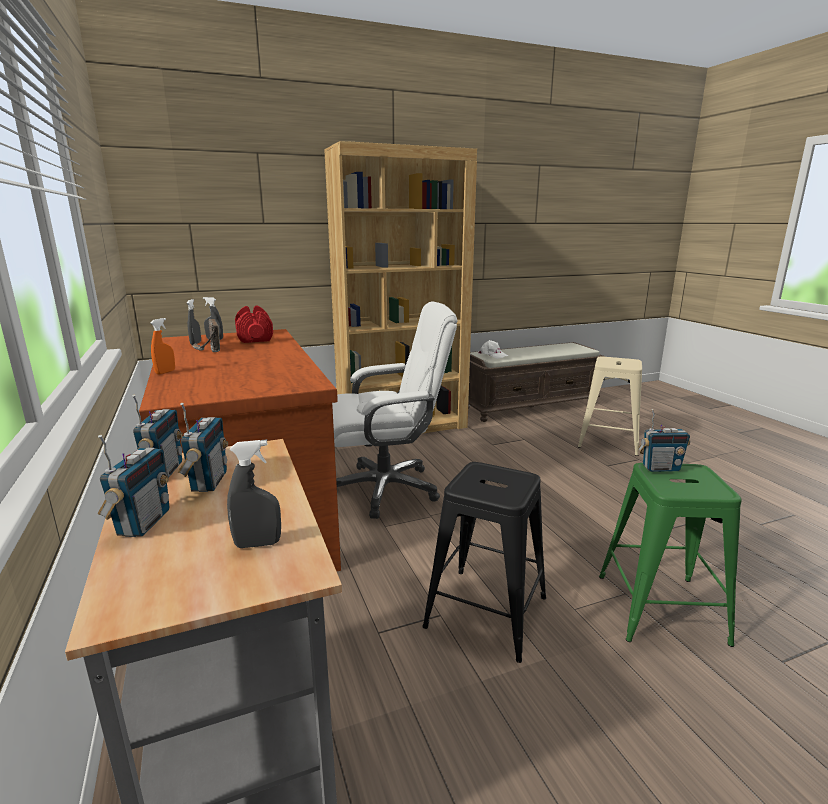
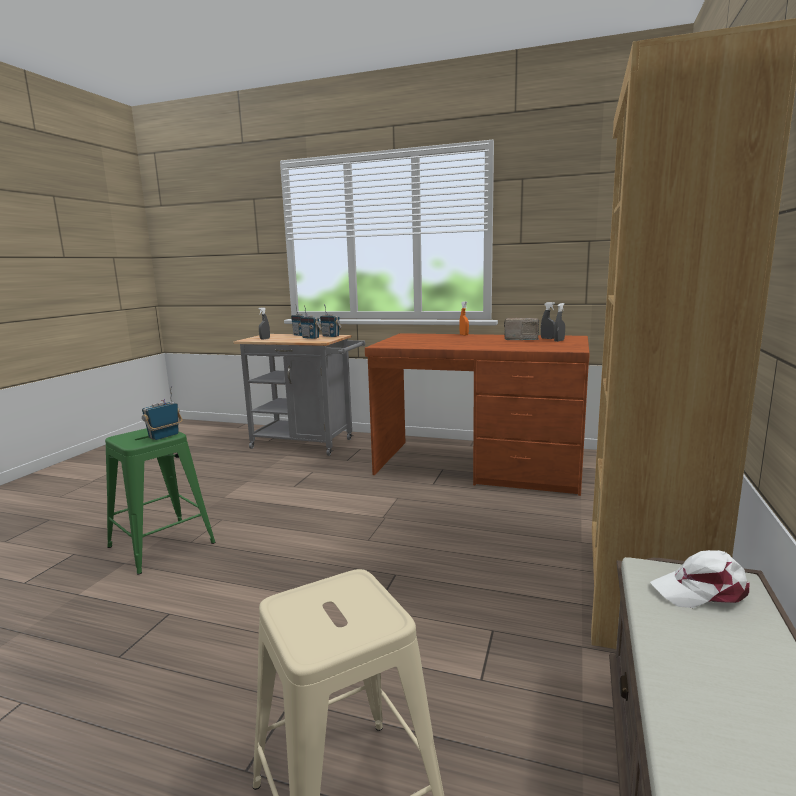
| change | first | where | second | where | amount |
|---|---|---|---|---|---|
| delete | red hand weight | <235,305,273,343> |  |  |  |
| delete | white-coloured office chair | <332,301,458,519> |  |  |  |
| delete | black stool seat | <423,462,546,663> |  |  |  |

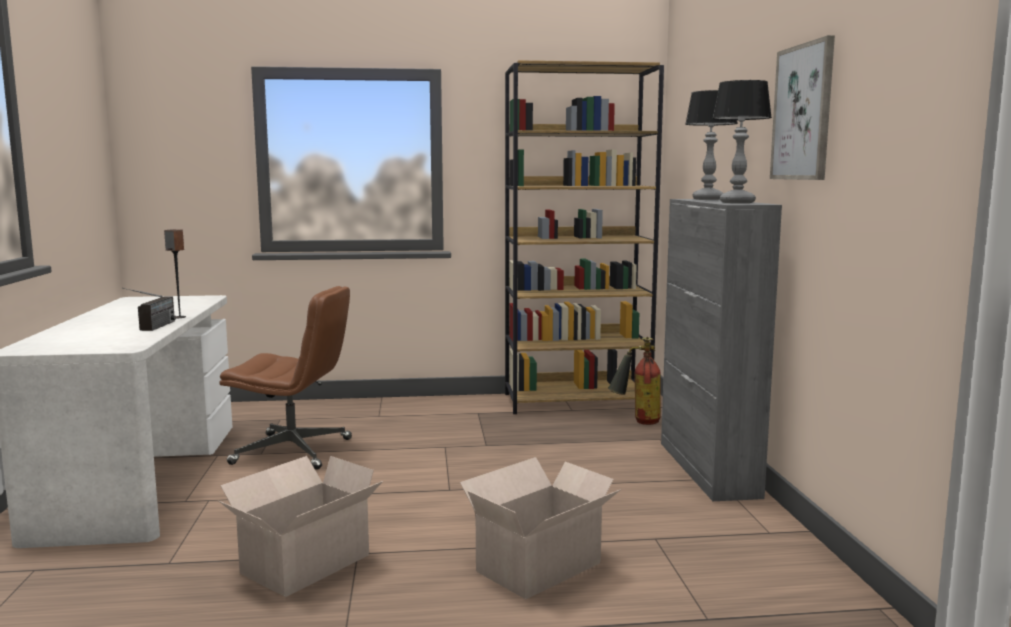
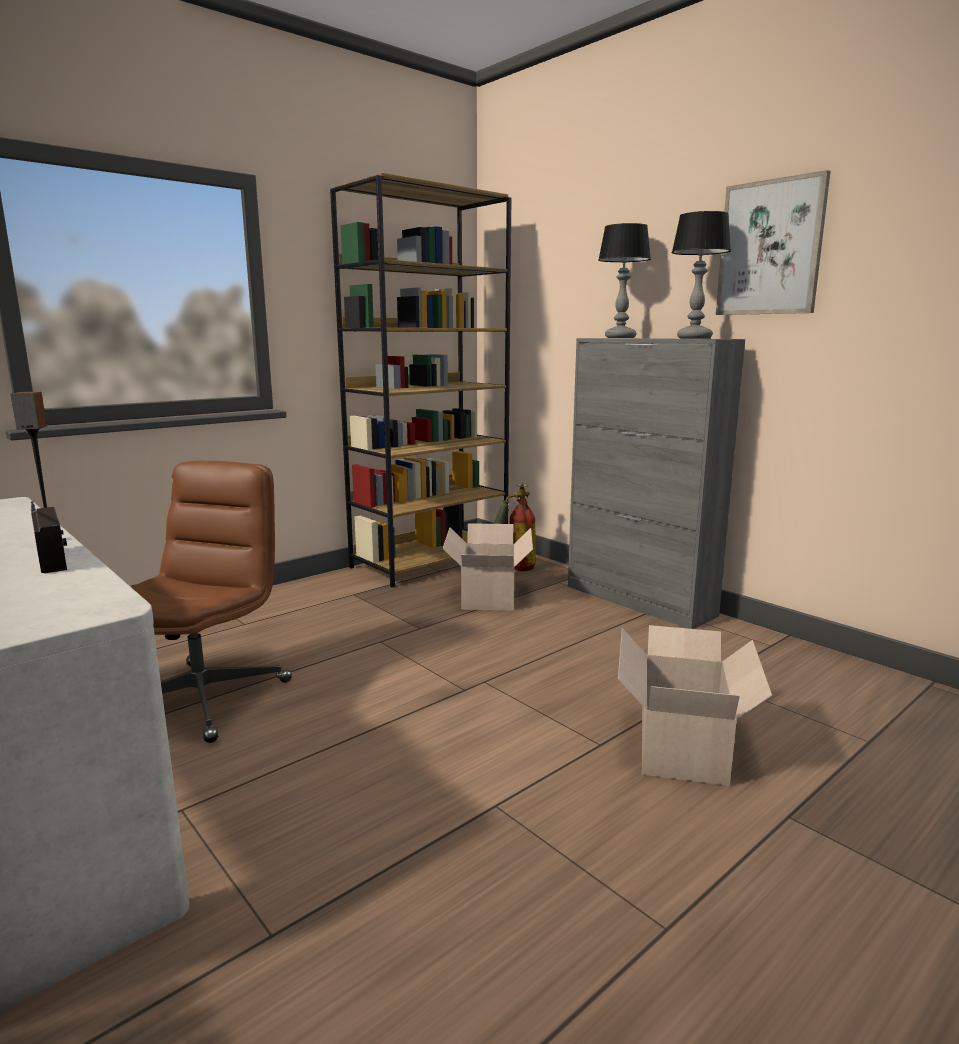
| change | first | where | second | where | amount |
|---|---|---|---|---|---|
| rotate | brown-coloured office chair | <219,286,352,470> |  | <129,461,292,743> | 45 degrees counterclockwise |
| move | cardboard box | <218,456,383,597> |  | <443,523,533,611> |  |

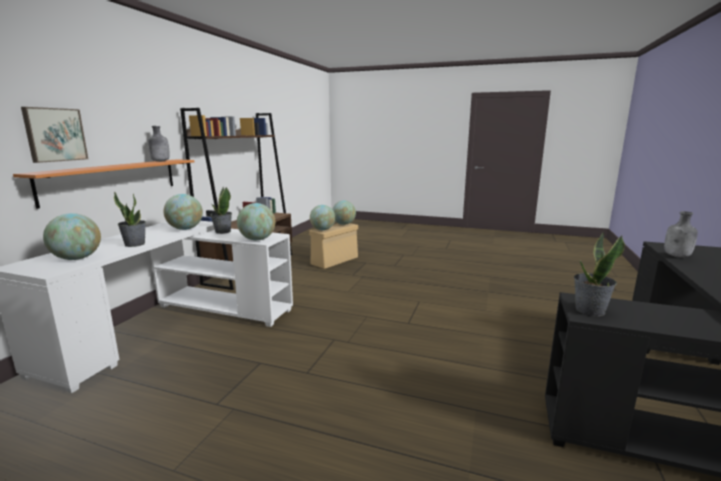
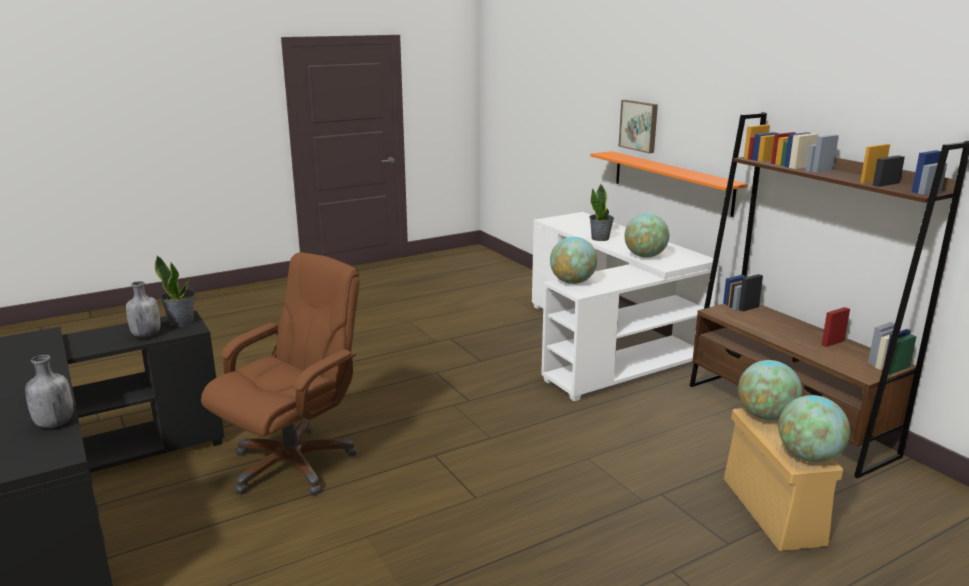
| change | first | where | second | where | amount |
|---|---|---|---|---|---|
| move | greyish drink bottle | <148,126,170,162> |  | <126,281,161,337> |  |
| insert |  |  | brown-coloured office chair | <201,252,360,495> |  |
| delete | desk globe | <43,213,101,260> |  |  |  |
| delete | potted plant | <210,187,232,234> |  |  |  |

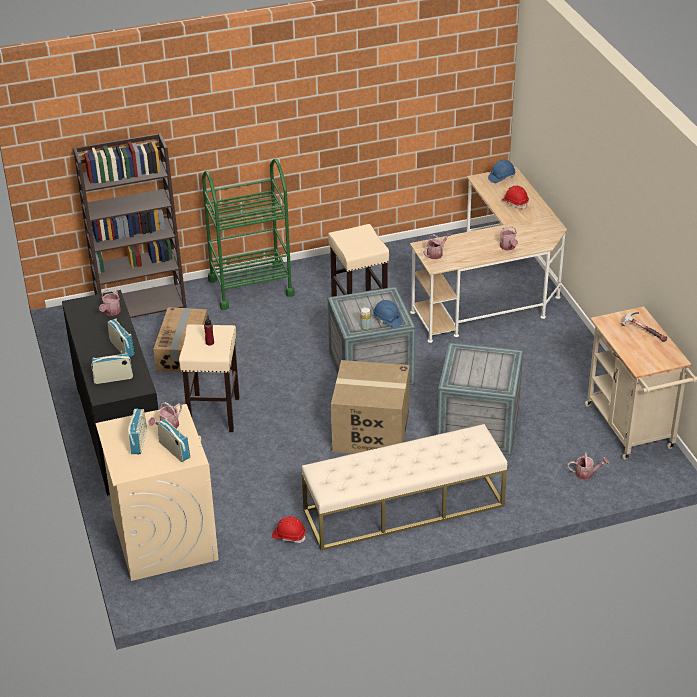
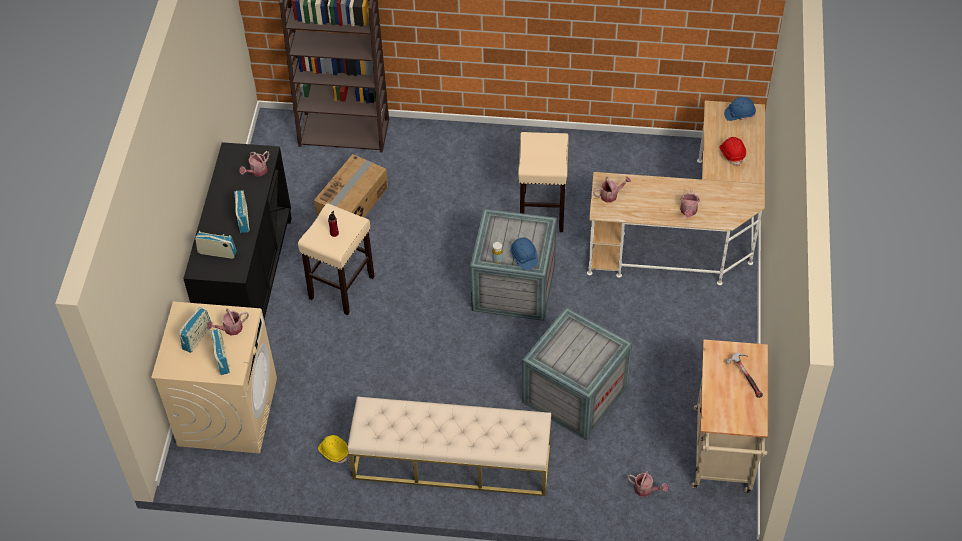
| change | first | where | second | where | amount |
|---|---|---|---|---|---|
| recolor | red work helmet | <272,516,306,543> | yellowish work helmet | <318,435,348,464> |  |
| delete | greenish cart | <202,159,295,310> |  |  |  |
| delete | cardboard box | <331,360,410,454> |  |  |  |

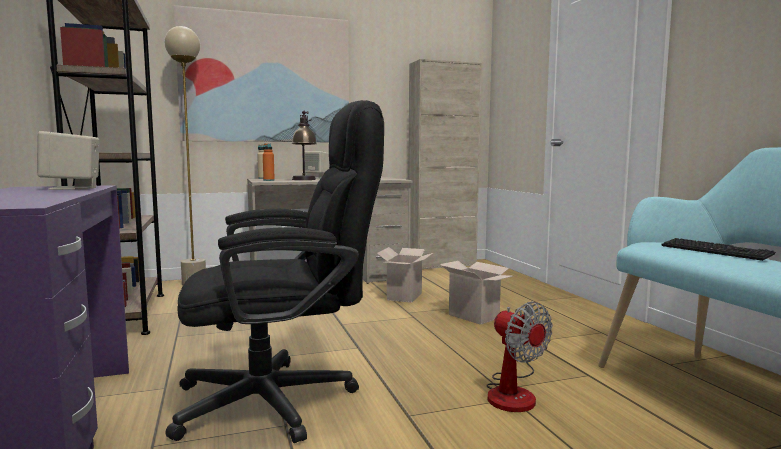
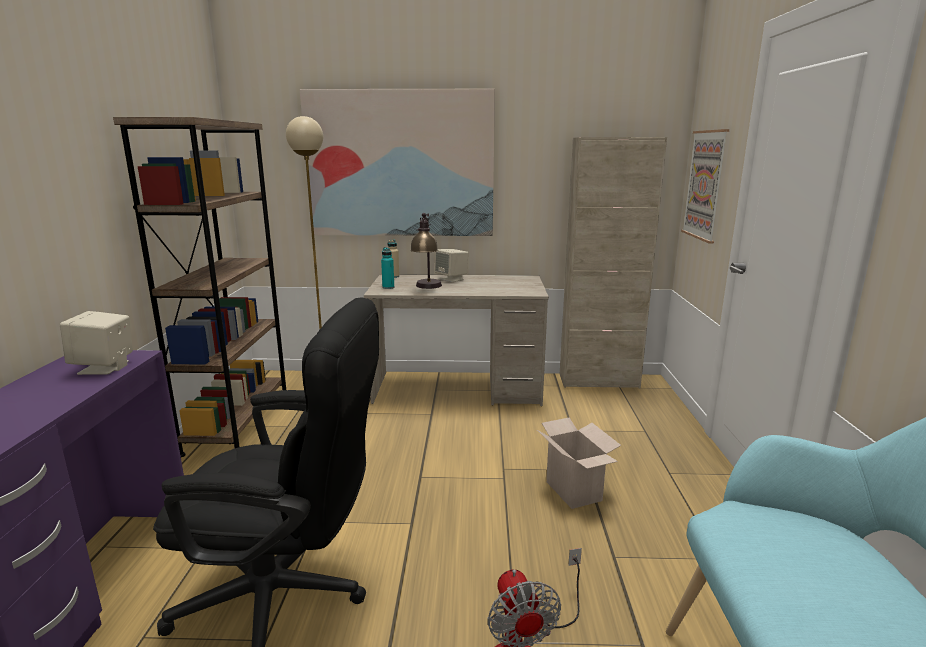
| change | first | where | second | where | amount |
|---|---|---|---|---|---|
| recolor | orange-coloured drink bottle | <263,143,275,181> | turquoise-coloured drink bottle | <381,247,394,289> |  |
| insert |  |  | wall picture | <681,129,729,244> |  |
| delete | cardboard box | <377,247,433,303> |  |  |  |
| delete | PC keyboard | <661,238,776,261> |  |  |  |

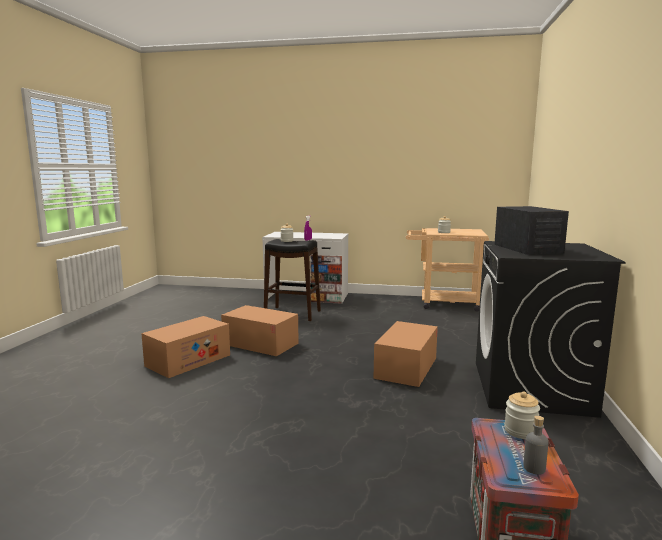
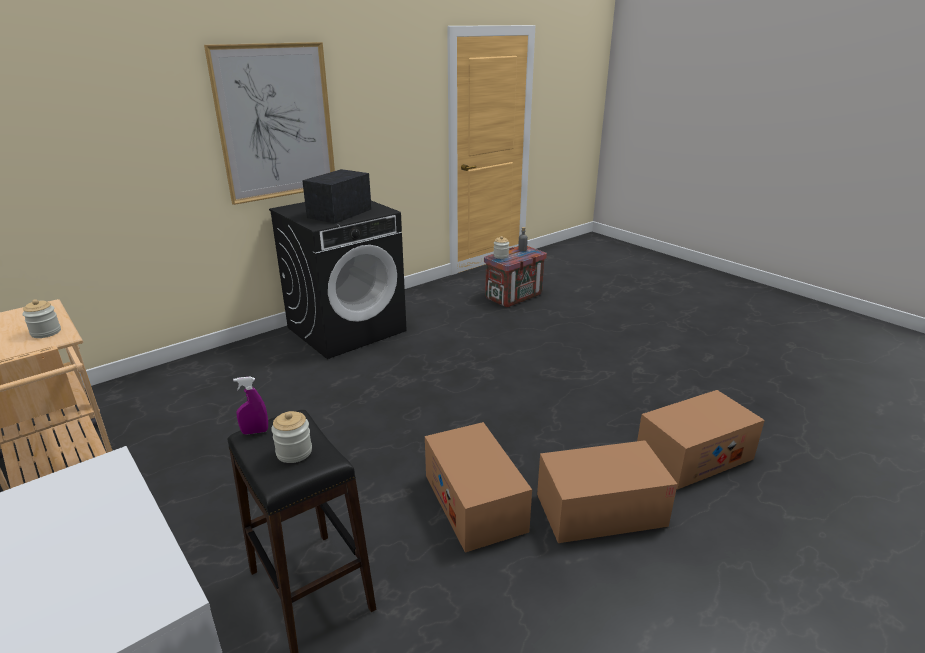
| change | first | where | second | where | amount |
|---|---|---|---|---|---|
| insert |  |  | wall picture | <204,42,335,205> |  |
| move | cardboard box | <373,321,438,387> |  | <637,390,765,490> |  |

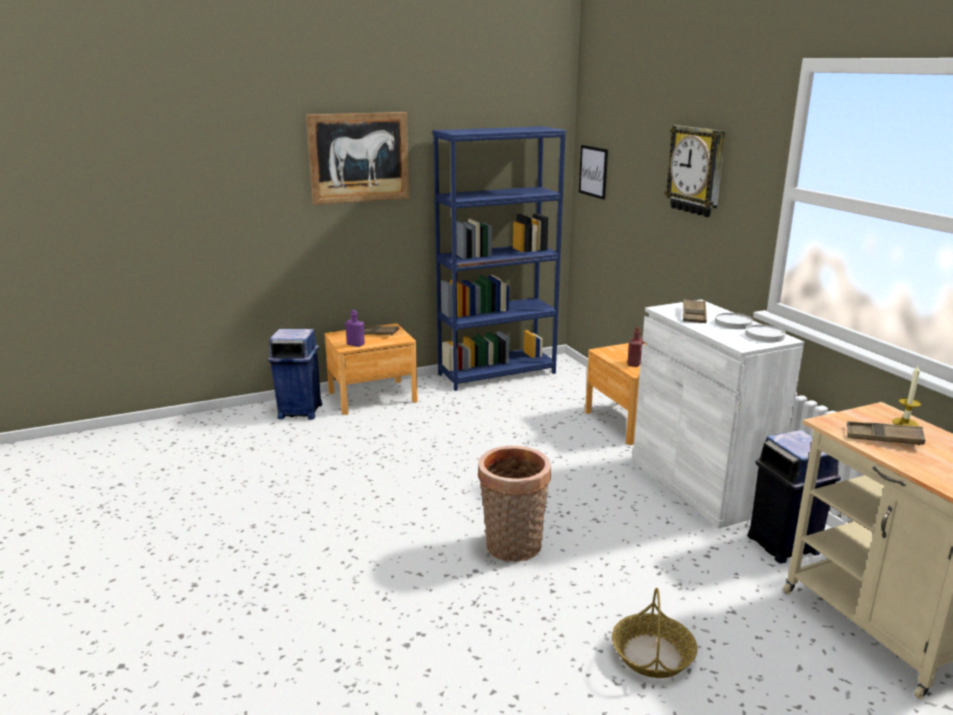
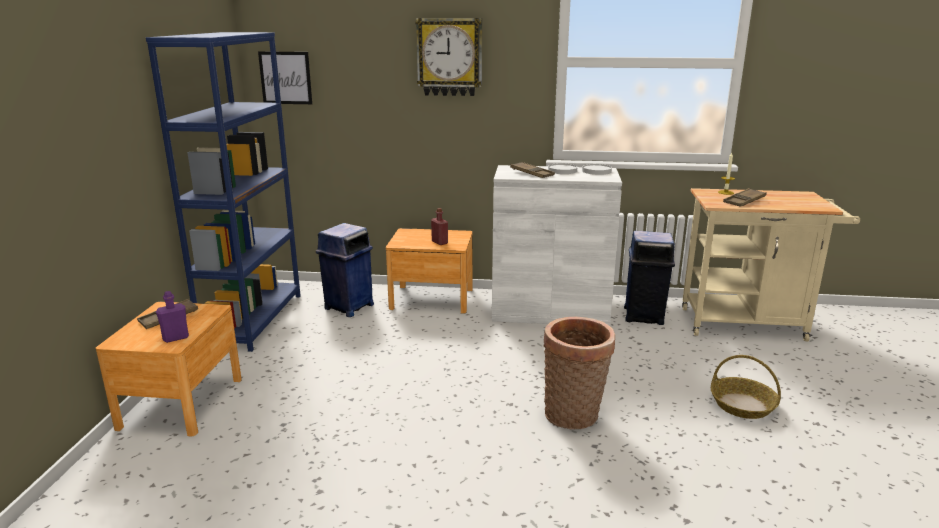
| change | first | where | second | where | amount |
|---|---|---|---|---|---|
| move | blue-coloured waste bin | <268,329,322,420> |  | <316,223,374,317> |  |
| delete | wall picture | <306,112,410,205> |  |  |  |

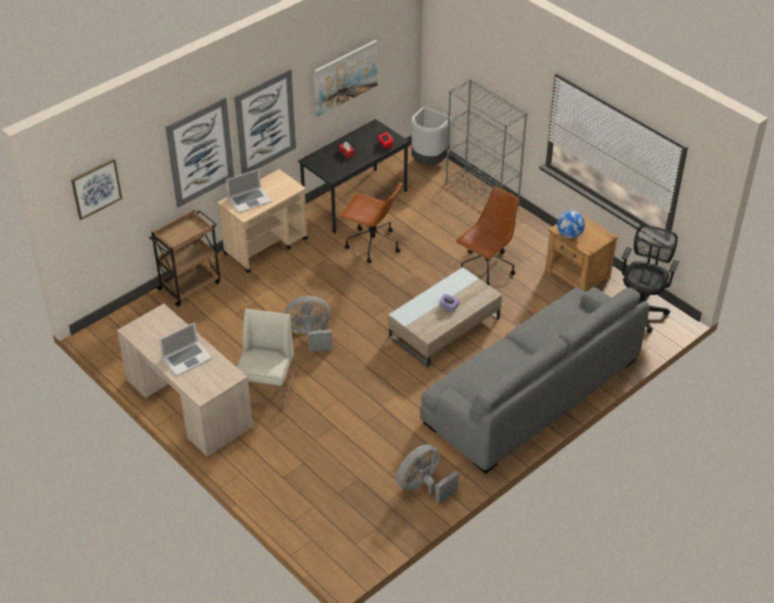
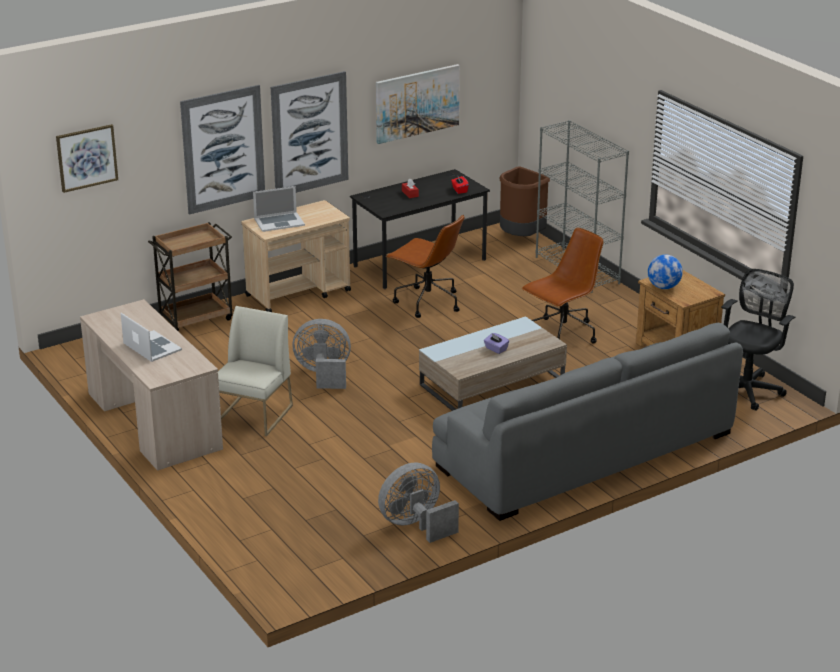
| change | first | where | second | where | amount |
|---|---|---|---|---|---|
| rotate | notebook computer | <159,322,213,376> |  | <121,313,182,362> | 105 degrees counterclockwise |
| recolor | greyish waste bin | <411,107,452,165> | brown-coloured waste bin | <499,166,550,236> |  |

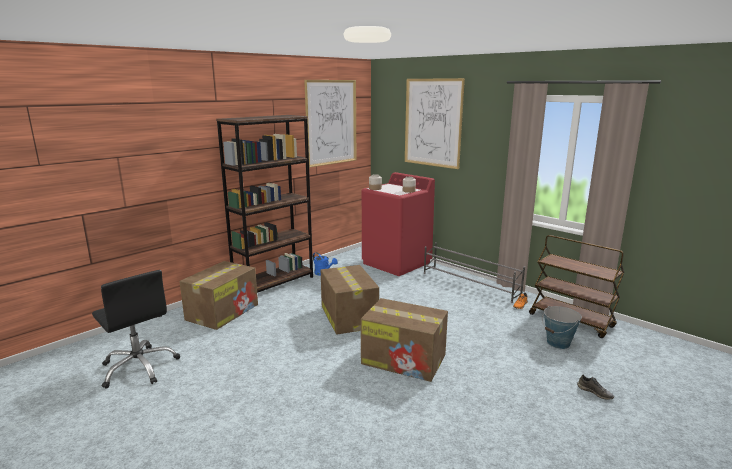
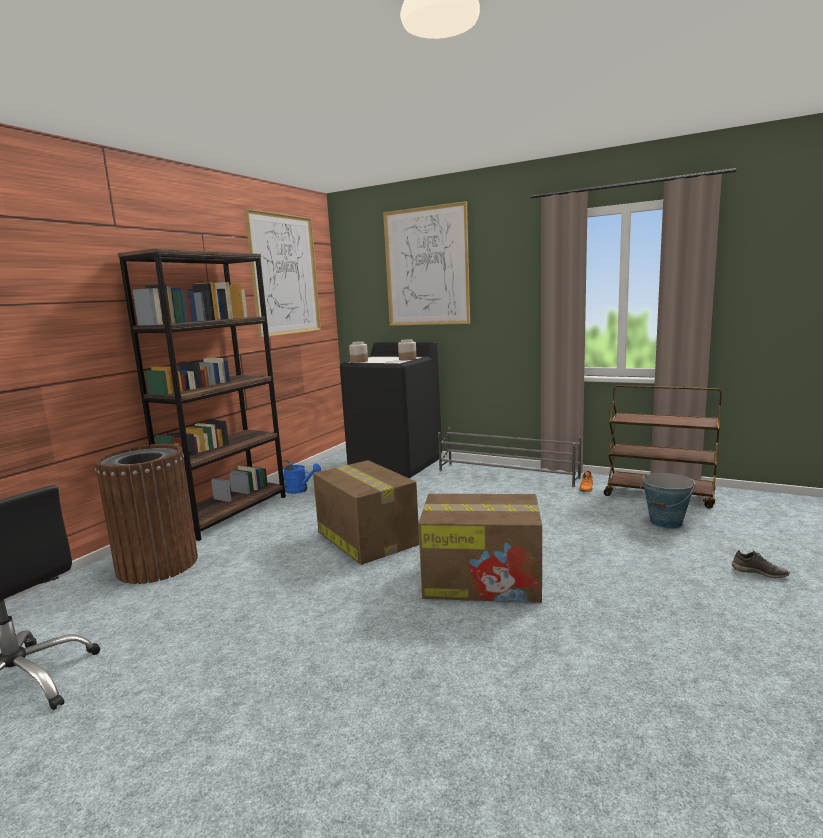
| change | first | where | second | where | amount |
|---|---|---|---|---|---|
| replace | cardboard box | <179,261,258,330> | brown-coloured waste bin | <95,444,198,584> |  |
| recolor | red laundry machine | <362,172,435,276> | black laundry machine | <340,341,442,478> |  |

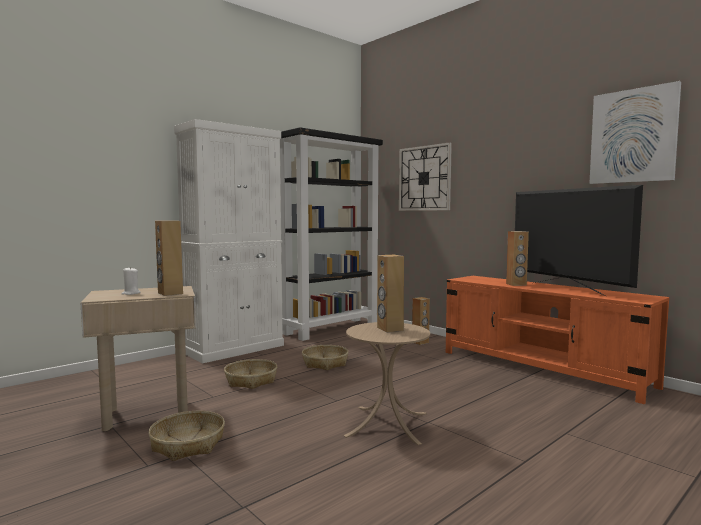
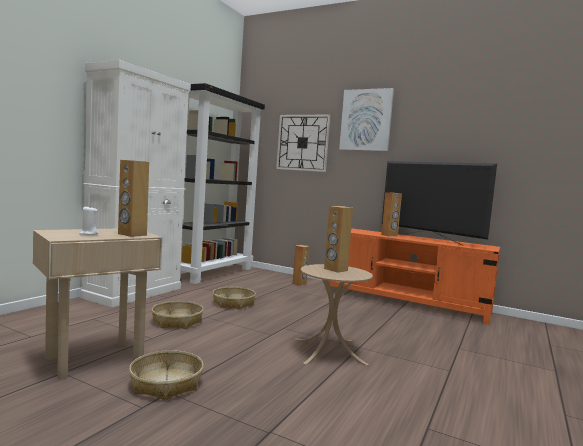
| change | first | where | second | where | amount |
|---|---|---|---|---|---|
| move | wall picture | <589,81,681,184> |  | <339,88,394,151> |  |

